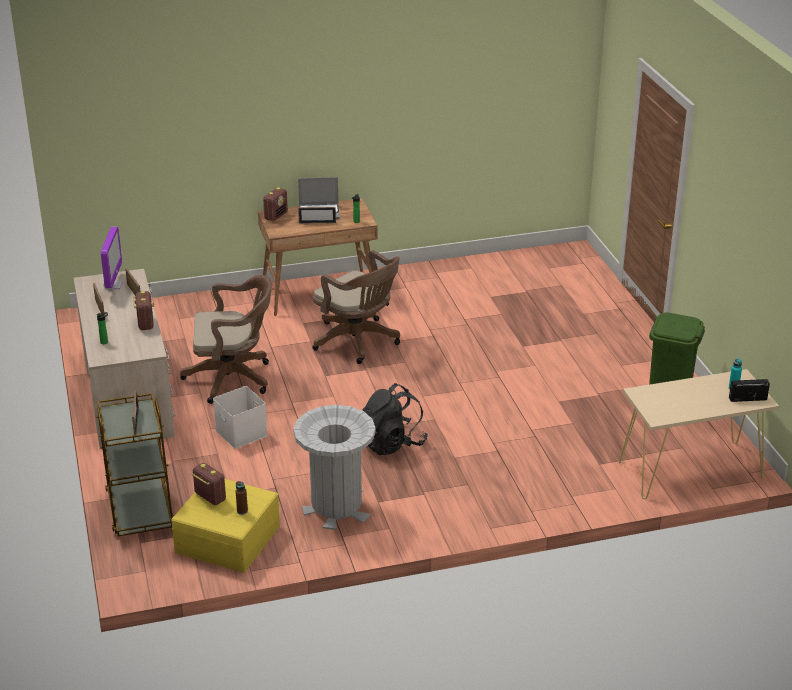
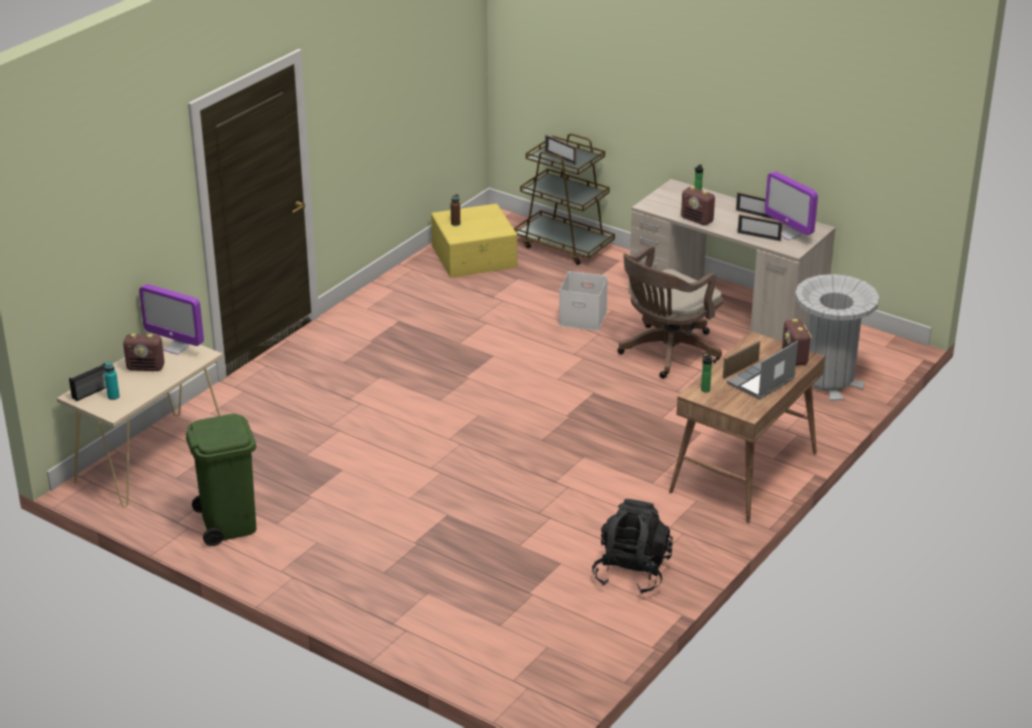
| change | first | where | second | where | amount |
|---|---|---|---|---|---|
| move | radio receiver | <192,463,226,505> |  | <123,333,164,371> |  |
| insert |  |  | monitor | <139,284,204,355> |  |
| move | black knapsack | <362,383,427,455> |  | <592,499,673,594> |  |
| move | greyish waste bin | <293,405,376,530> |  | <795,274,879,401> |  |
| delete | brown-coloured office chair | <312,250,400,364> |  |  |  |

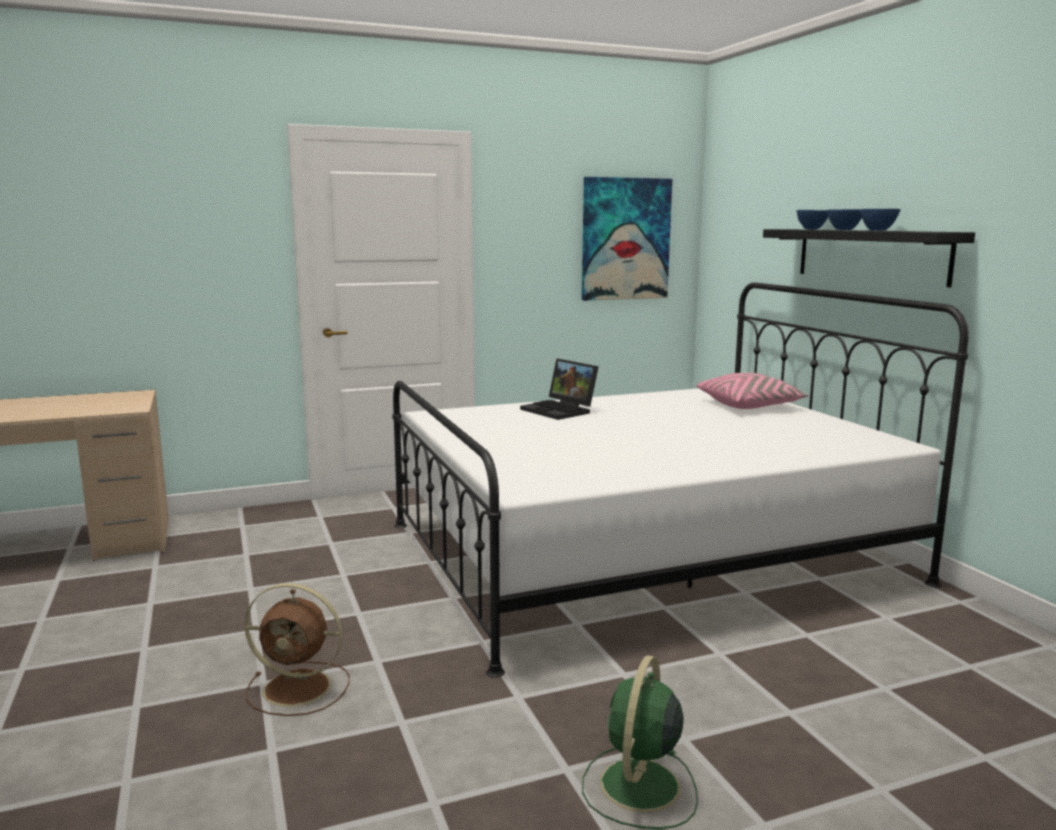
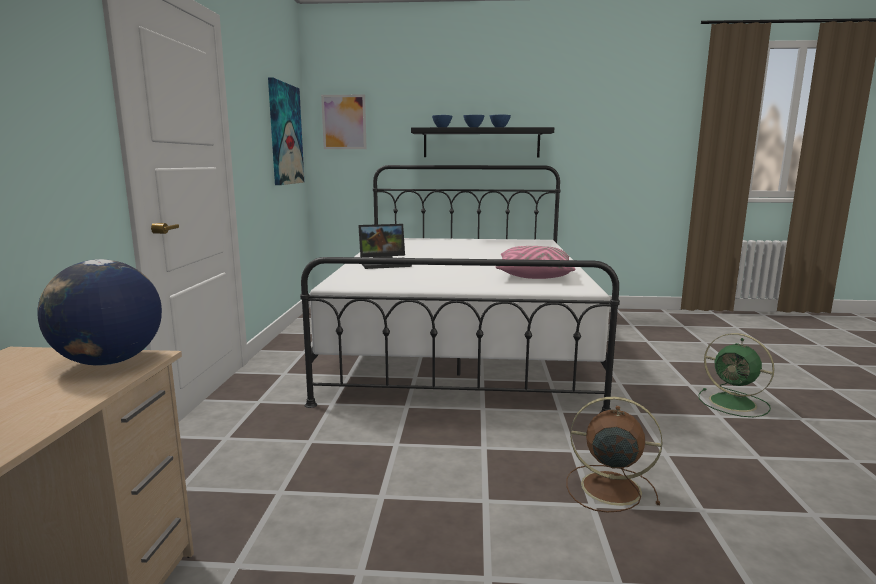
| change | first | where | second | where | amount |
|---|---|---|---|---|---|
| insert |  |  | desk globe | <37,259,162,366> |  |
| insert |  |  | wall picture | <321,95,367,149> |  |
| move | pink pillow | <696,373,809,409> |  | <496,246,576,279> |  |
| rotate | brown-coloured electric fan | <244,583,350,716> |  | <566,397,663,512> | 105 degrees counterclockwise |

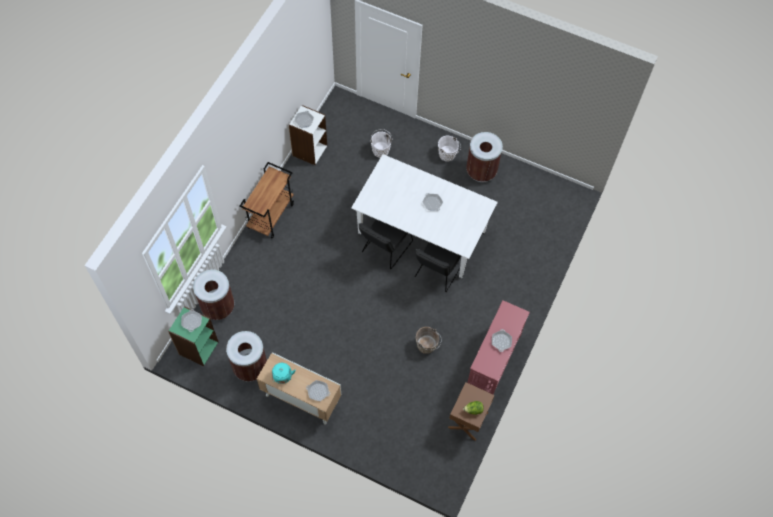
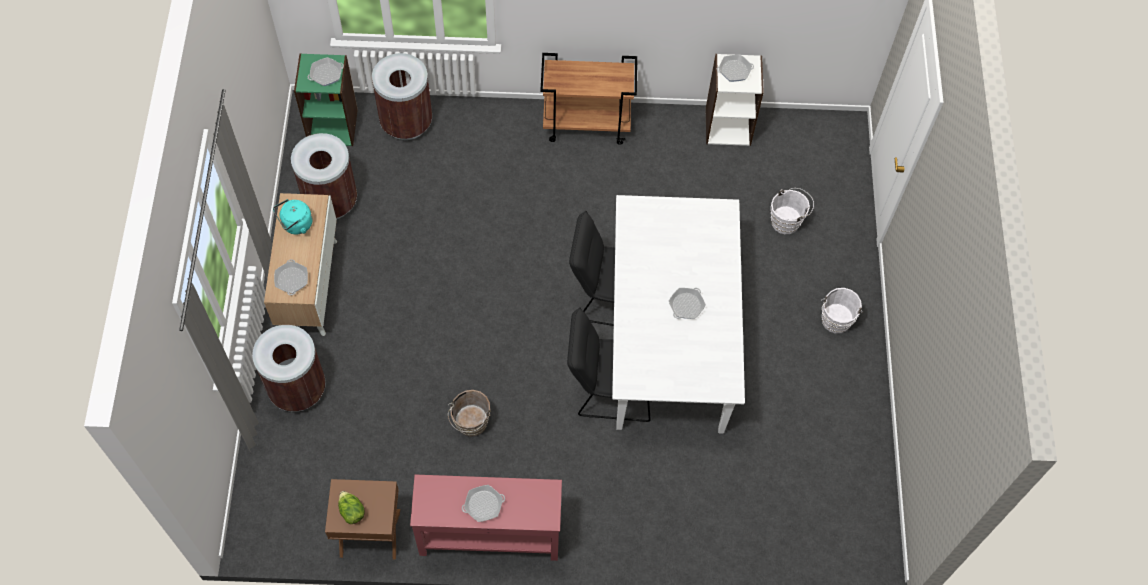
| change | first | where | second | where | amount |
|---|---|---|---|---|---|
| move | brown-coloured waste bin | <466,132,503,182> |  | <252,325,326,412> |  |

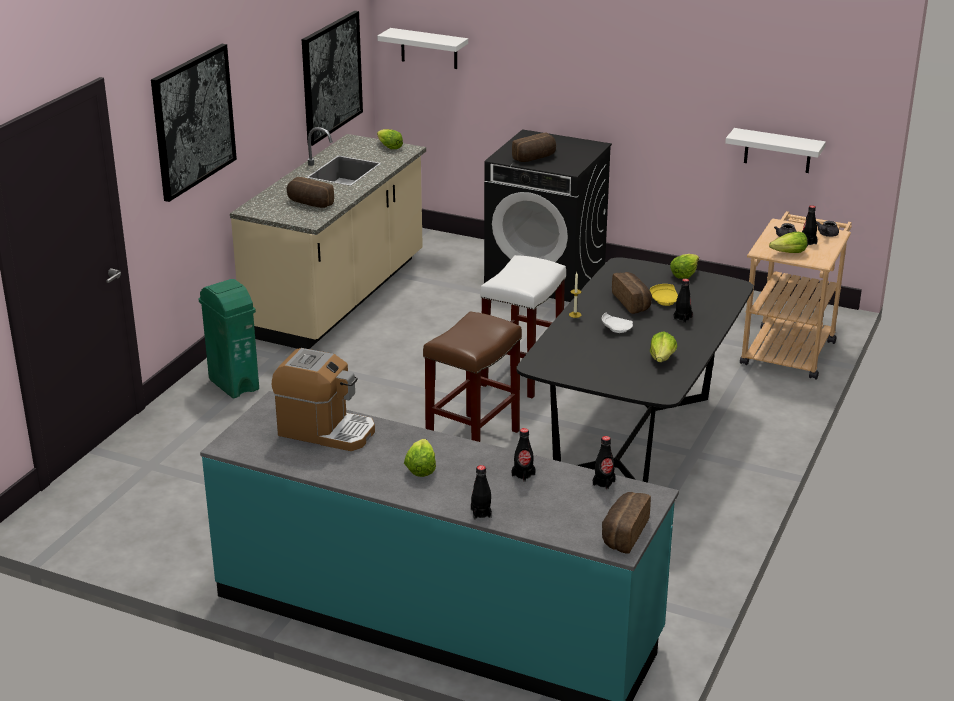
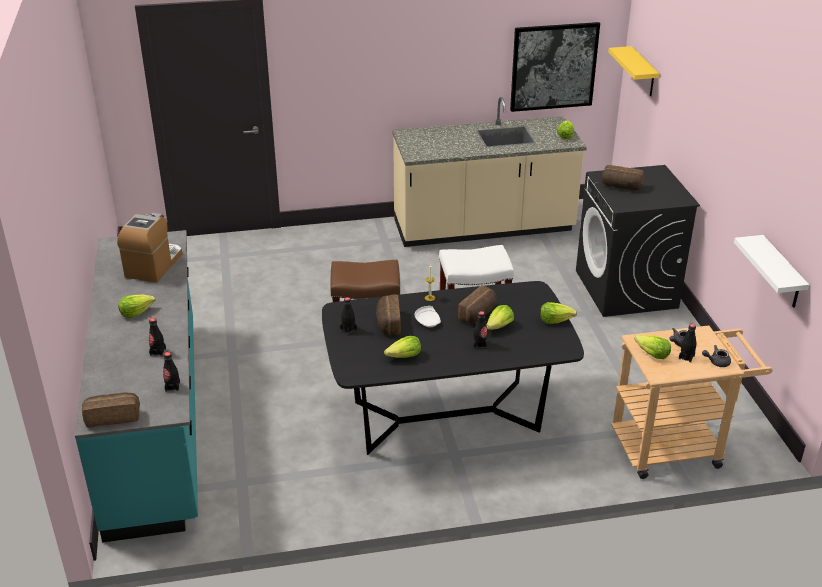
| change | first | where | second | where | amount |
|---|---|---|---|---|---|
| rotate | coffee machine | <272,348,375,451> |  | <117,213,182,283> | 150 degrees counterclockwise |
| move | black drink bottle | <471,465,492,520> |  | <340,297,357,335> |  |
| move | bakery bread | <287,177,334,208> |  | <376,295,401,335> |  |
| replace | yellowish dinner plate | <650,284,678,306> | lettuce head | <486,305,514,330> |  |
| recolor | white-coloured shelf | <377,28,468,69> | yellowish shelf | <608,46,659,96> |  |
| delete | wall picture | <151,44,237,202> |  |  |  |
| delete | greenish waste bin | <198,279,259,398> |  |  |  |

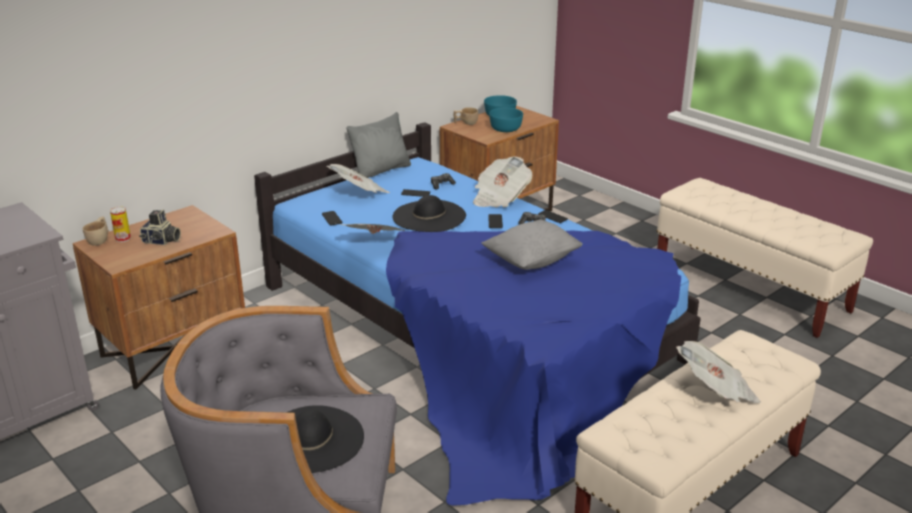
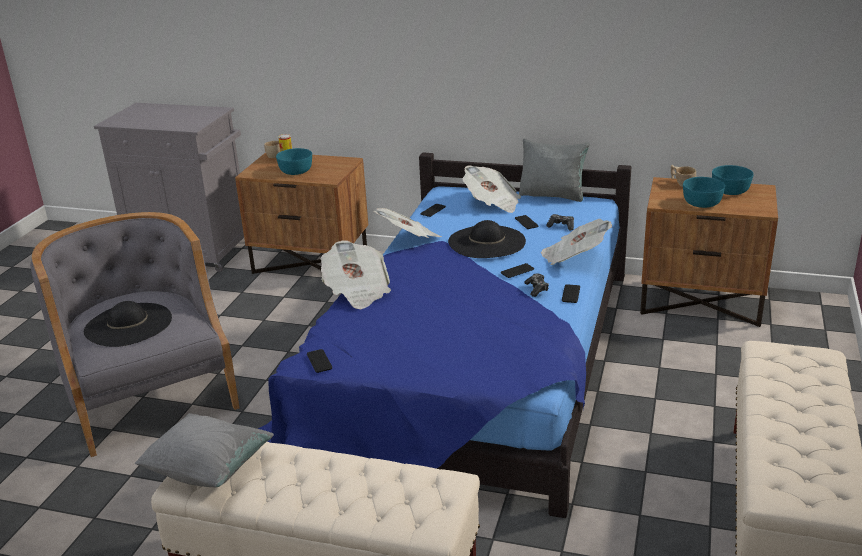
| change | first | where | second | where | amount |
|---|---|---|---|---|---|
| move | greyish pillow | <481,219,583,270> |  | <135,413,274,488> |  |
| replace | photo camera | <139,209,181,245> | turquoise-coloured deep dish | <276,148,312,175> |  |
| insert |  |  | handset | <307,349,332,373> |  |
| move | newspaper | <676,341,761,403> |  | <321,240,391,309> |  |

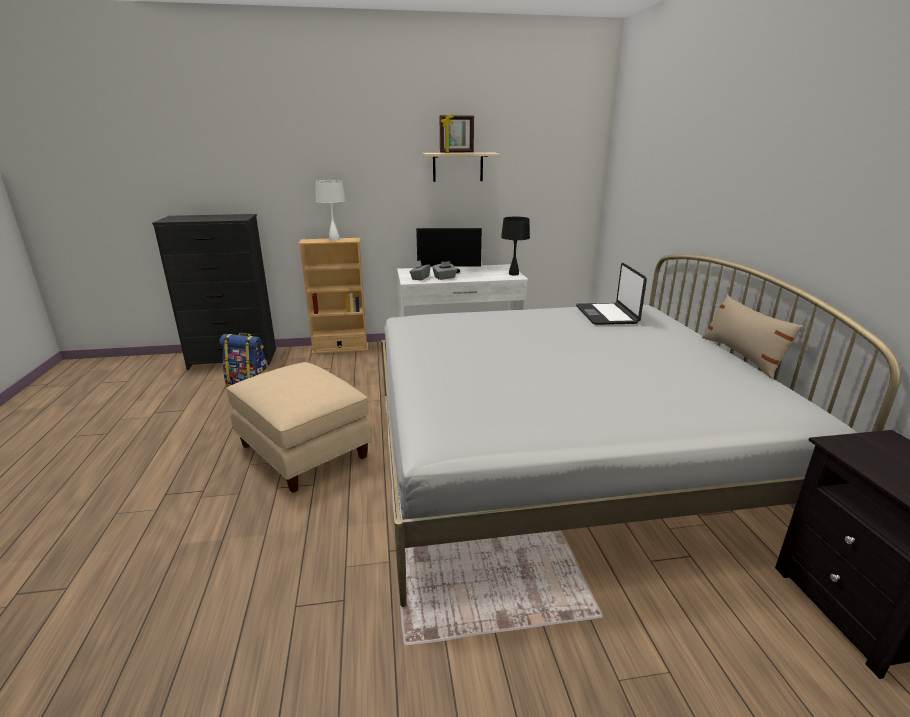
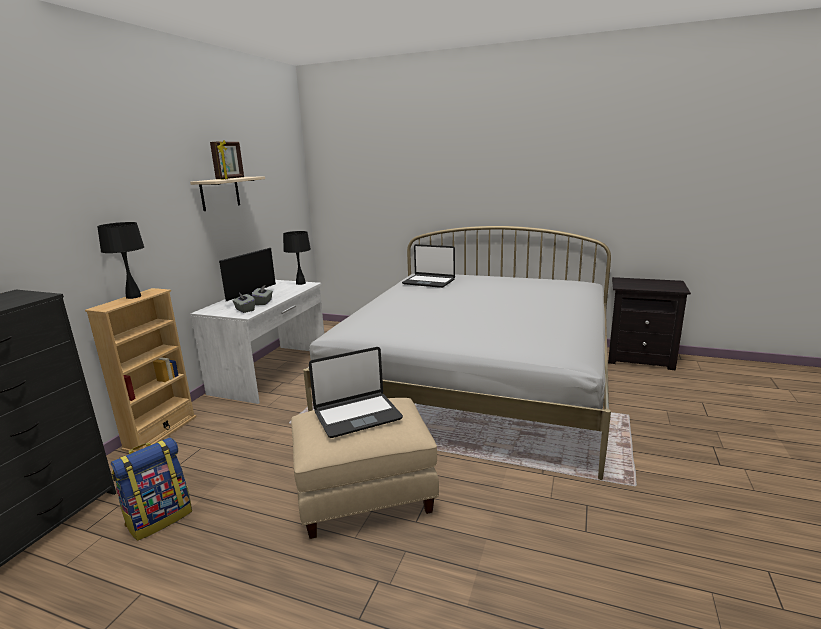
| change | first | where | second | where | amount |
|---|---|---|---|---|---|
| recolor | white-coloured lamp for a table | <315,179,346,241> | black lamp for a table | <97,222,144,299> |  |
| insert |  |  | notebook computer | <309,347,403,438> |  |
| delete | beige pillow | <702,294,804,379> |  |  |  |

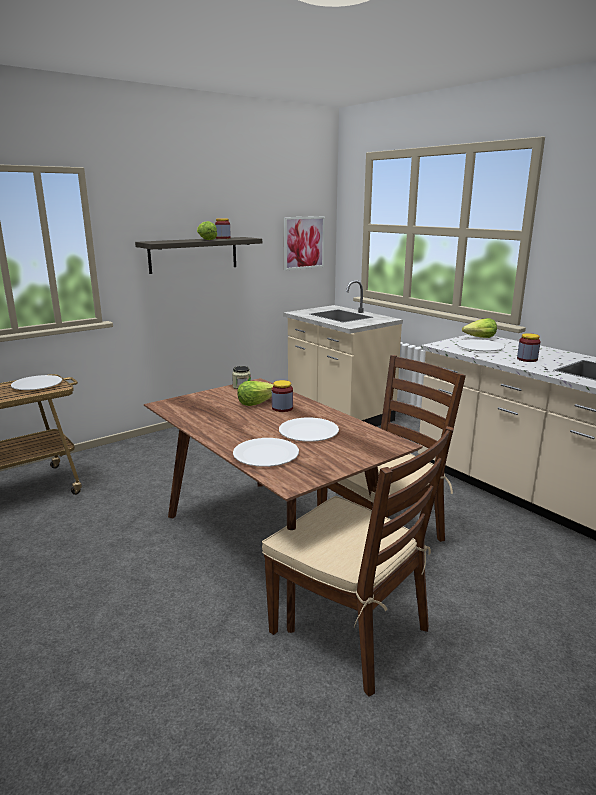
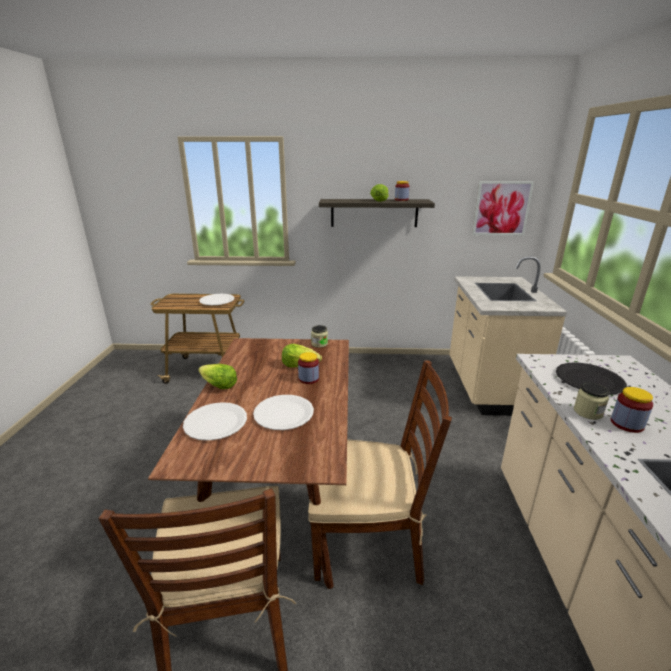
| change | first | where | second | where | amount |
|---|---|---|---|---|---|
| move | lettuce head | <462,318,497,338> |  | <198,364,237,389> |  |
| recolor | white-coloured dinner plate | <456,339,505,351> | black dinner plate | <556,362,627,395> |  |
| insert |  |  | jar | <574,383,609,420> |  |

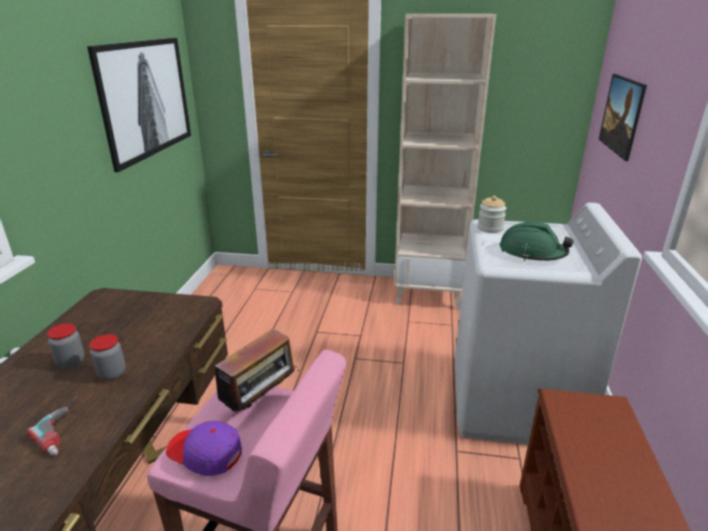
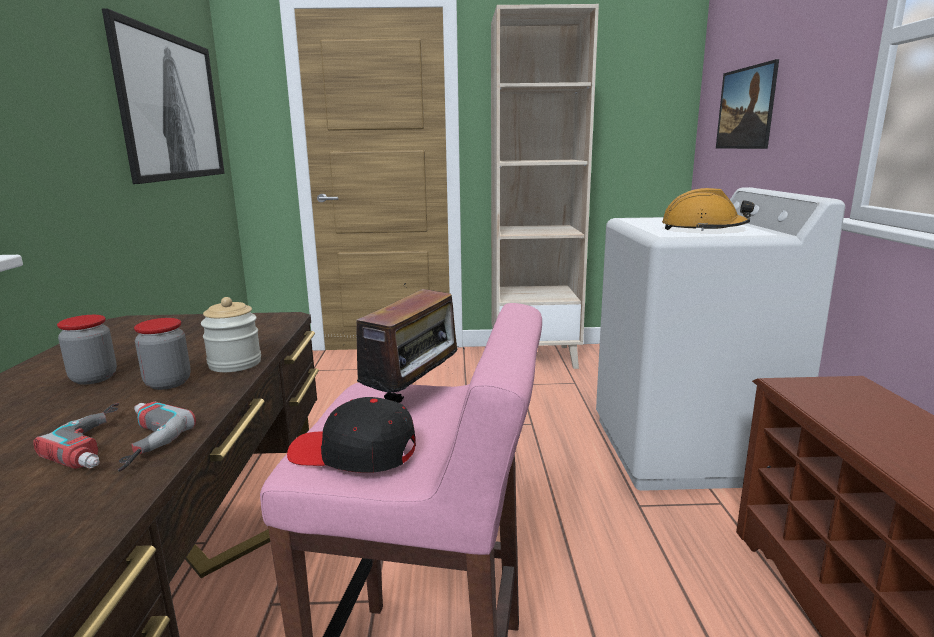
| change | first | where | second | where | amount |
|---|---|---|---|---|---|
| insert |  |  | electric drill | <118,402,196,472> |  |
| move | jar | <478,196,506,233> |  | <201,297,261,372> |  |
| recolor | purplish baseball cap | <166,420,242,476> | black baseball cap | <287,397,416,473> |  |
| recolor | greenish work helmet | <500,222,574,261> | orange-coloured work helmet | <662,188,755,231> |  |

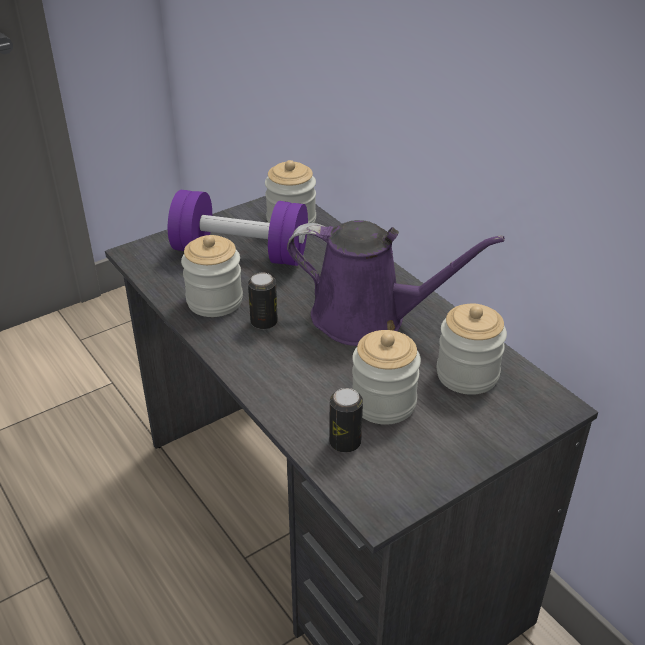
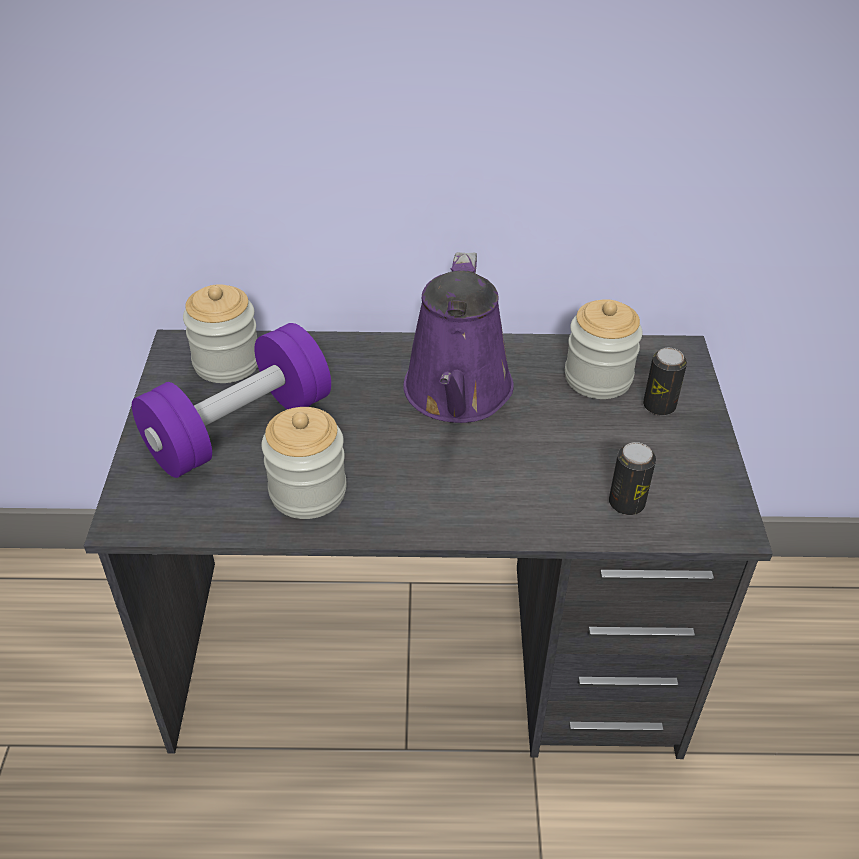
| change | first | where | second | where | amount |
|---|---|---|---|---|---|
| rotate | purplish sprinkling can | <287,220,505,346> |  | <403,252,514,423> | 135 degrees clockwise |
| move | metal can | <248,273,278,330> |  | <643,348,687,416> |  |
| delete | jar | <352,330,421,425> |  |  |  |

